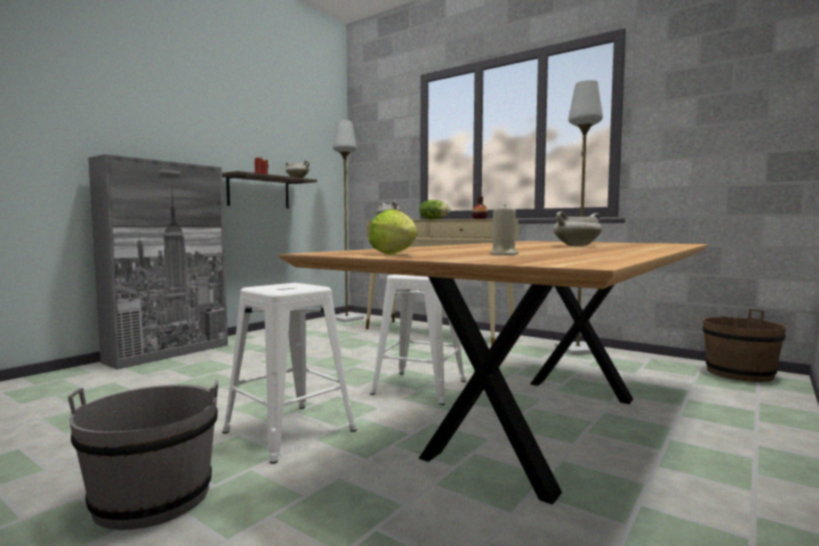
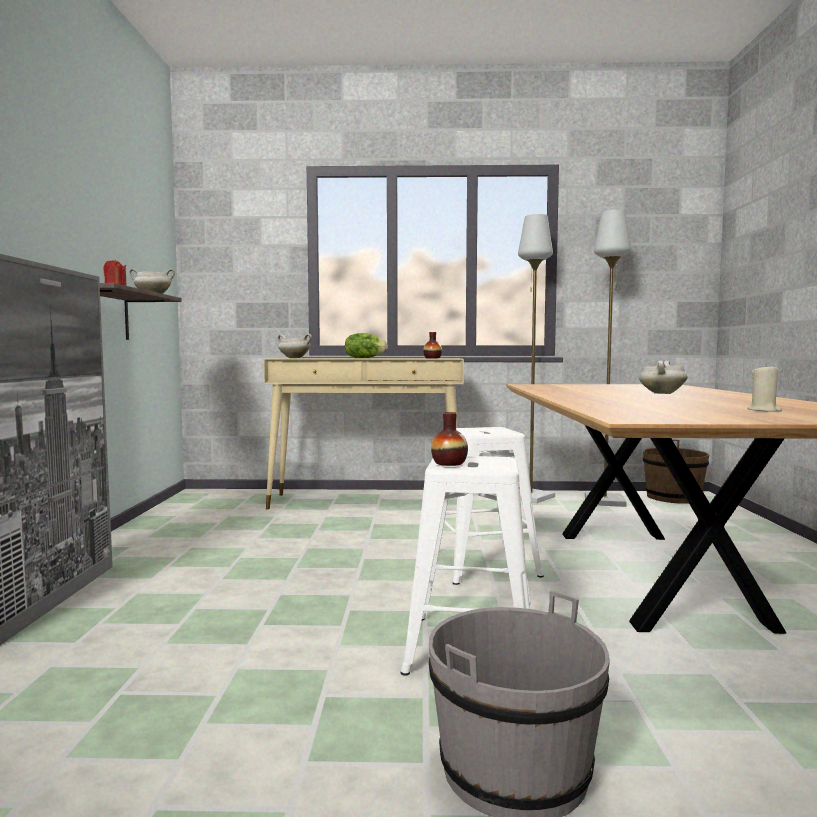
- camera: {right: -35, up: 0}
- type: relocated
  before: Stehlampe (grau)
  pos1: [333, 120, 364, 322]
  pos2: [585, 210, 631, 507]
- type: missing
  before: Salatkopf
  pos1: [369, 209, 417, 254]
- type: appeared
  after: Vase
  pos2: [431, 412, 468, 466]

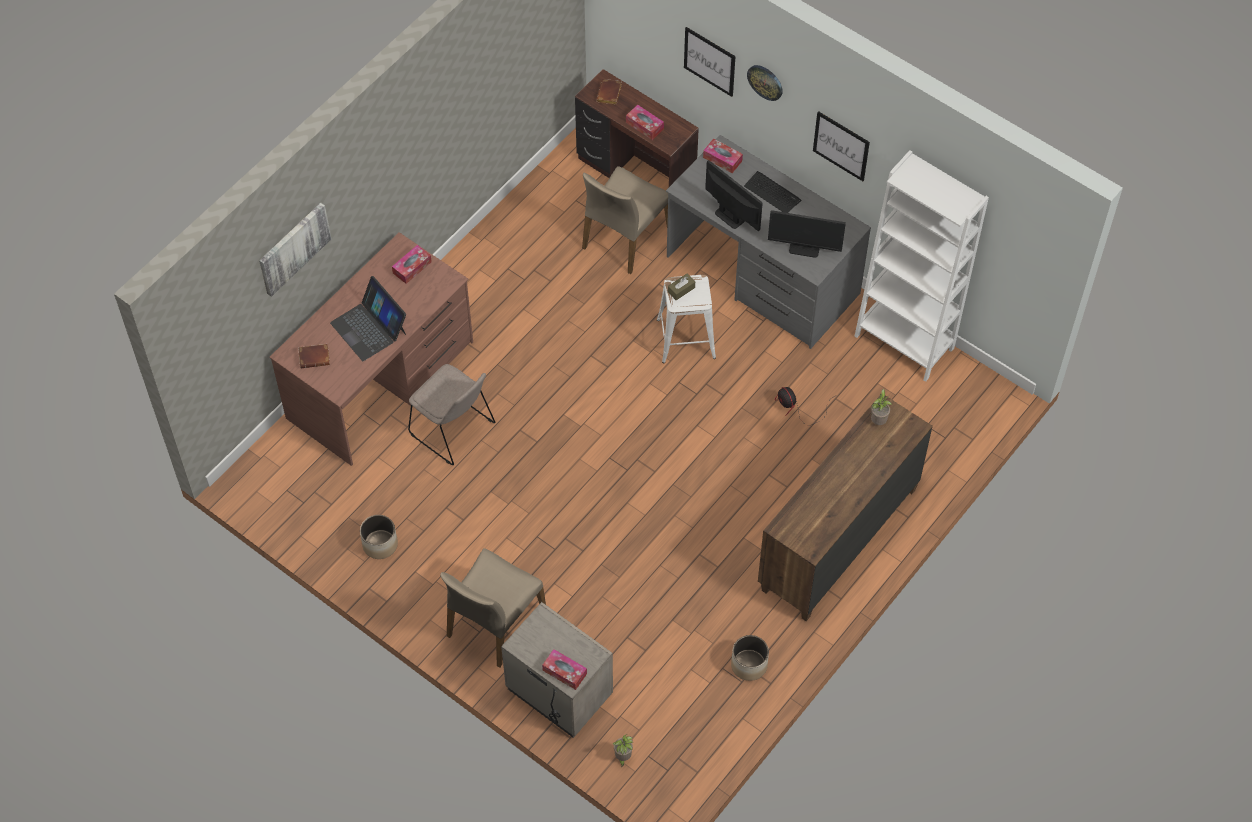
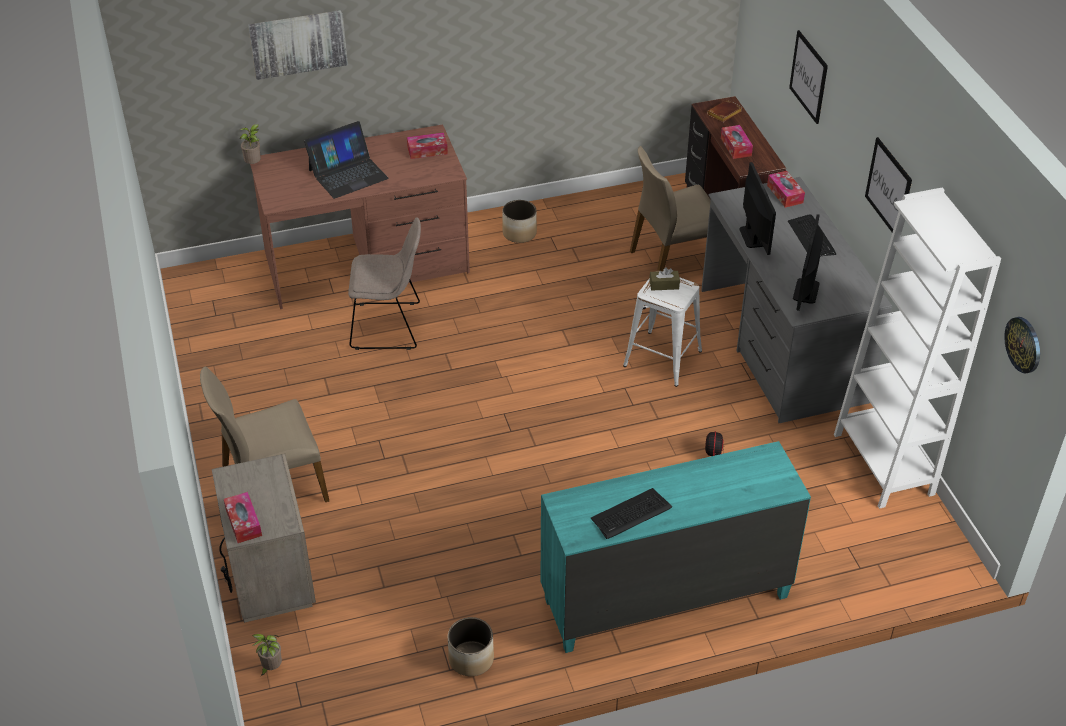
- camera: {right: 35, up: -15}
- type: relocated
  before: Wanduhr
  pos1: [747, 65, 783, 101]
  pos2: [1004, 317, 1040, 374]
- type: spun
  before: Monitor
  pos1: [768, 210, 846, 258]
  pos2: [793, 214, 823, 311]
  turn: 60
- type: spun
  before: Laptop
  pos1: [330, 276, 406, 361]
  pos2: [304, 121, 389, 199]
  turn: -120
- type: missing
  before: Buch (braun)
  pos1: [298, 344, 330, 368]
- type: spun
  before: Stuhl (beige)
  pos1: [408, 364, 496, 465]
  pos2: [348, 217, 421, 350]
  turn: -75
- type: relocated
  before: Topfpflanze
  pos1: [871, 389, 892, 425]
  pos2: [240, 124, 261, 164]
- type: colour
  before: Kommode (braun)
  after: Kommode (türkis)
  pos1: [758, 396, 933, 621]
  pos2: [541, 441, 811, 653]
- type: relocated
  before: Pflanzkübel
  pos1: [360, 515, 398, 559]
  pos2: [503, 200, 537, 243]
- type: appeared
  after: Tastatur
  pos2: [591, 488, 672, 539]

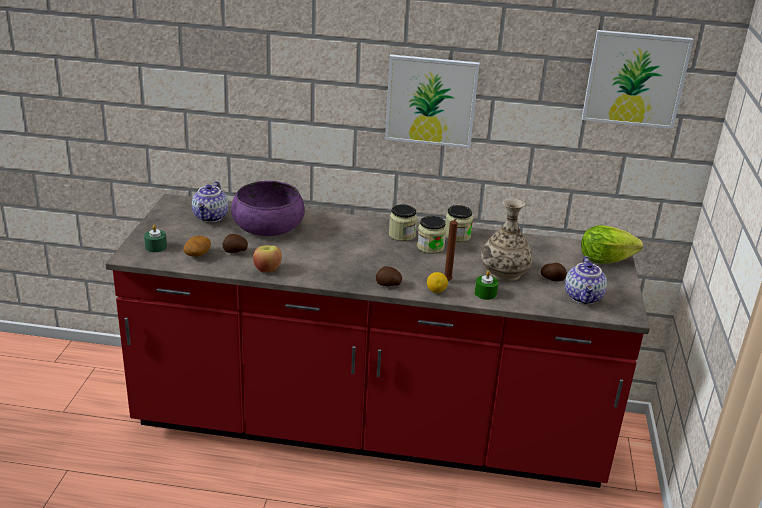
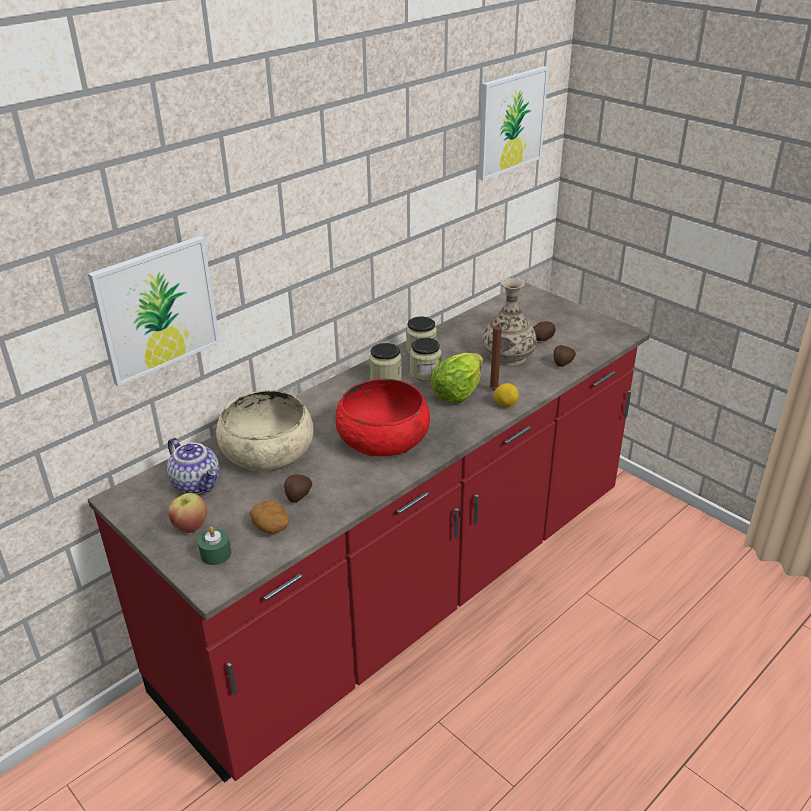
- camera: {right: -50, up: 5}
- type: relocated
  before: Bild
  pos1: [385, 55, 480, 148]
  pos2: [88, 236, 220, 386]
- type: colour
  before: Schüssel (lila)
  after: Schüssel (beige)
  pos1: [231, 181, 305, 236]
  pos2: [216, 390, 314, 471]
- type: relocated
  before: Salatkopf
  pos1: [581, 225, 643, 264]
  pos2: [431, 353, 483, 403]
- type: relocated
  before: Apfel
  pos1: [253, 245, 282, 273]
  pos2: [168, 493, 207, 533]
- type: missing
  before: Teekanne
  pos1: [565, 256, 607, 304]
- type: relocated
  before: Kartoffel
  pos1: [376, 266, 402, 286]
  pos2: [554, 345, 576, 367]
- type: missing
  before: Kerze (grün)
  pos1: [474, 270, 498, 300]
- type: appeared
  after: Schüssel (rot)
  pos2: [335, 379, 430, 456]

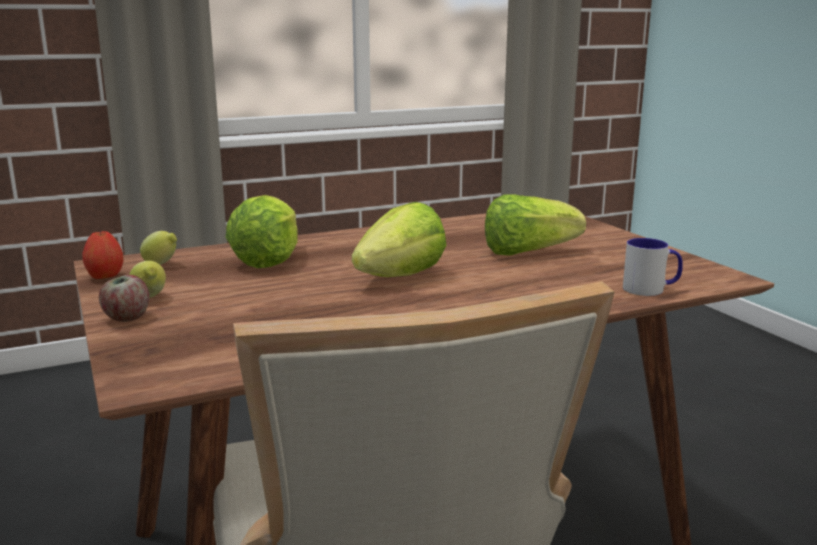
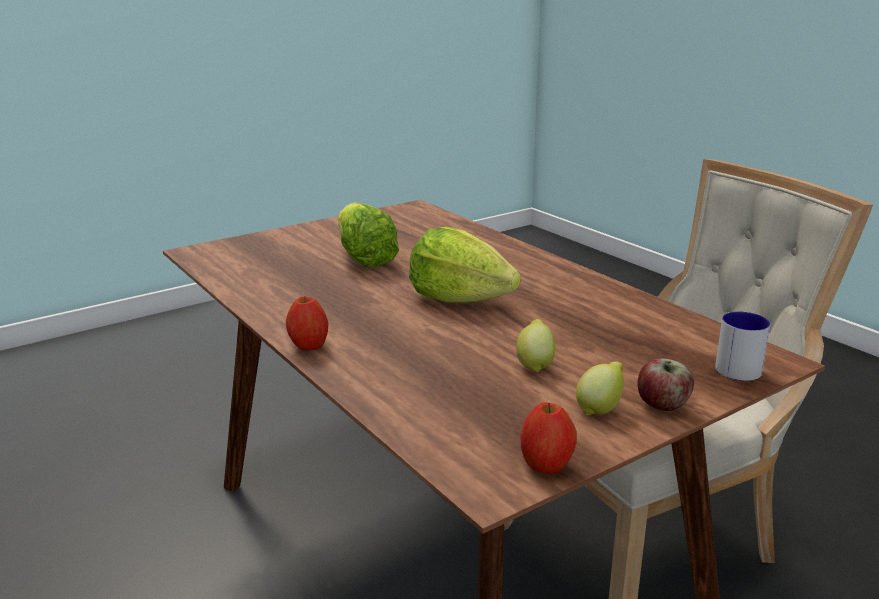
- camera: {right: -100, up: 5}
- type: missing
  before: Salatkopf
  pos1: [226, 195, 298, 268]
- type: relocated
  before: Zitrone
  pos1: [140, 231, 177, 265]
  pos2: [516, 319, 556, 373]
- type: relocated
  before: Henkelbecher
  pos1: [623, 238, 683, 296]
  pos2: [715, 312, 770, 381]
- type: appeared
  after: Apfel
  pos2: [286, 297, 328, 350]

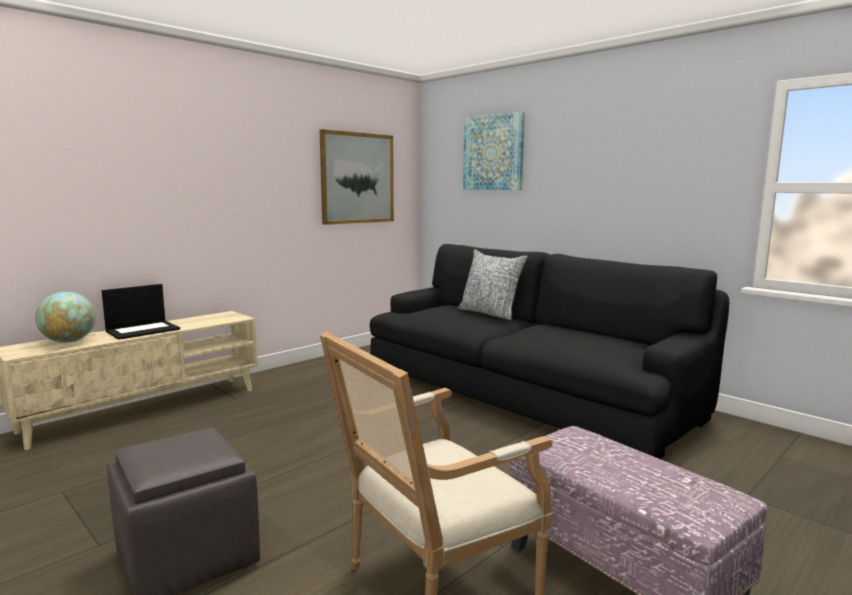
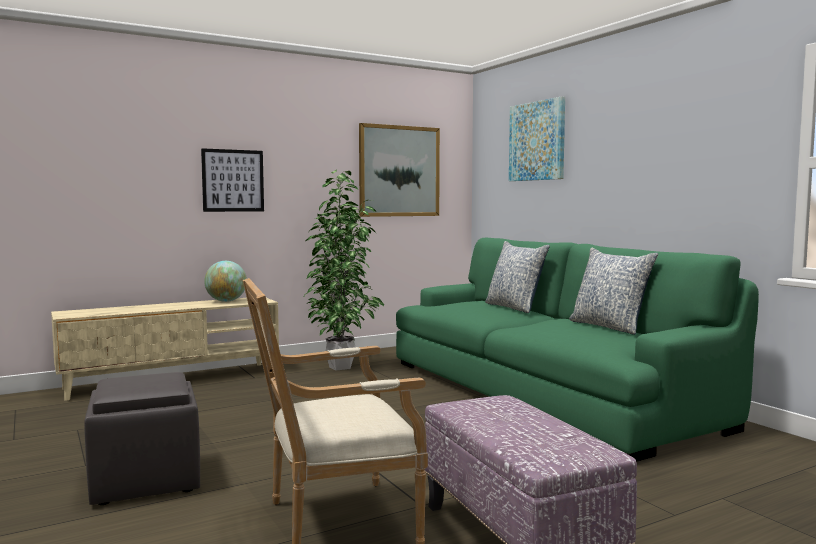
- camera: {right: 15, up: -5}
- type: colour
  before: Sofa (schwarz)
  after: Sofa (grün)
  pos1: [370, 244, 729, 459]
  pos2: [396, 238, 759, 462]
- type: missing
  before: Laptop
  pos1: [102, 284, 180, 340]
- type: relocated
  before: Globus
  pos1: [35, 292, 96, 343]
  pos2: [204, 261, 247, 302]
- type: appeared
  after: Bild
  pos2: [201, 148, 264, 212]
- type: appeared
  after: Topfpflanze
  pos2: [303, 170, 384, 370]
- type: appeared
  after: Kissen
  pos2: [569, 247, 658, 335]

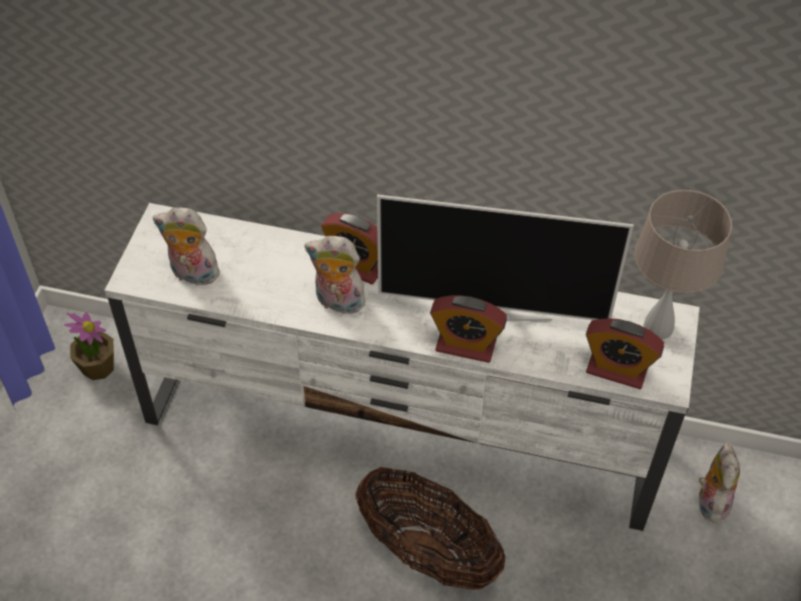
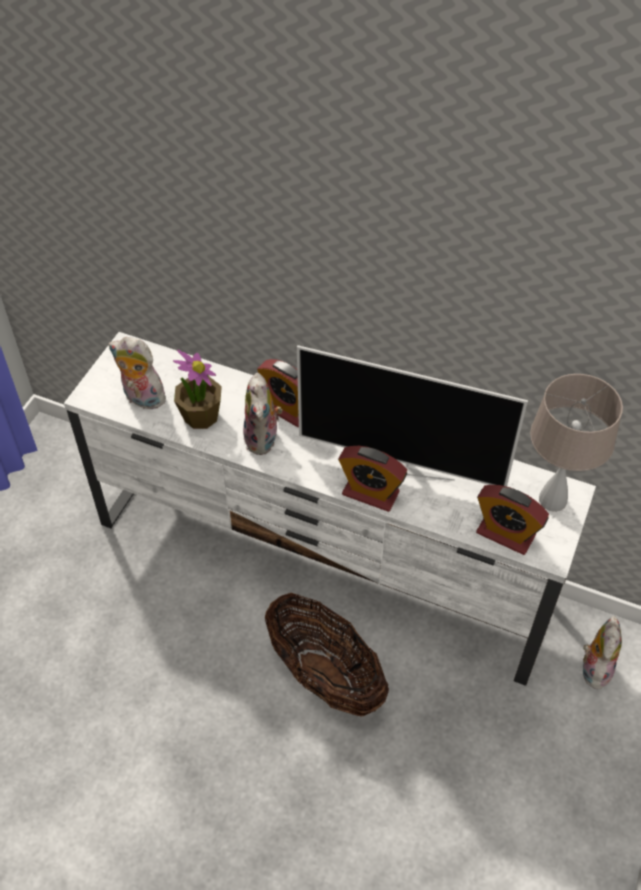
- camera: {right: 10, up: 0}
- type: spun
  before: Plüschtier
  pos1: [304, 236, 366, 314]
  pos2: [243, 373, 282, 455]
  turn: -120
- type: relocated
  before: Topfpflanze
  pos1: [64, 312, 114, 380]
  pos2: [173, 350, 222, 429]

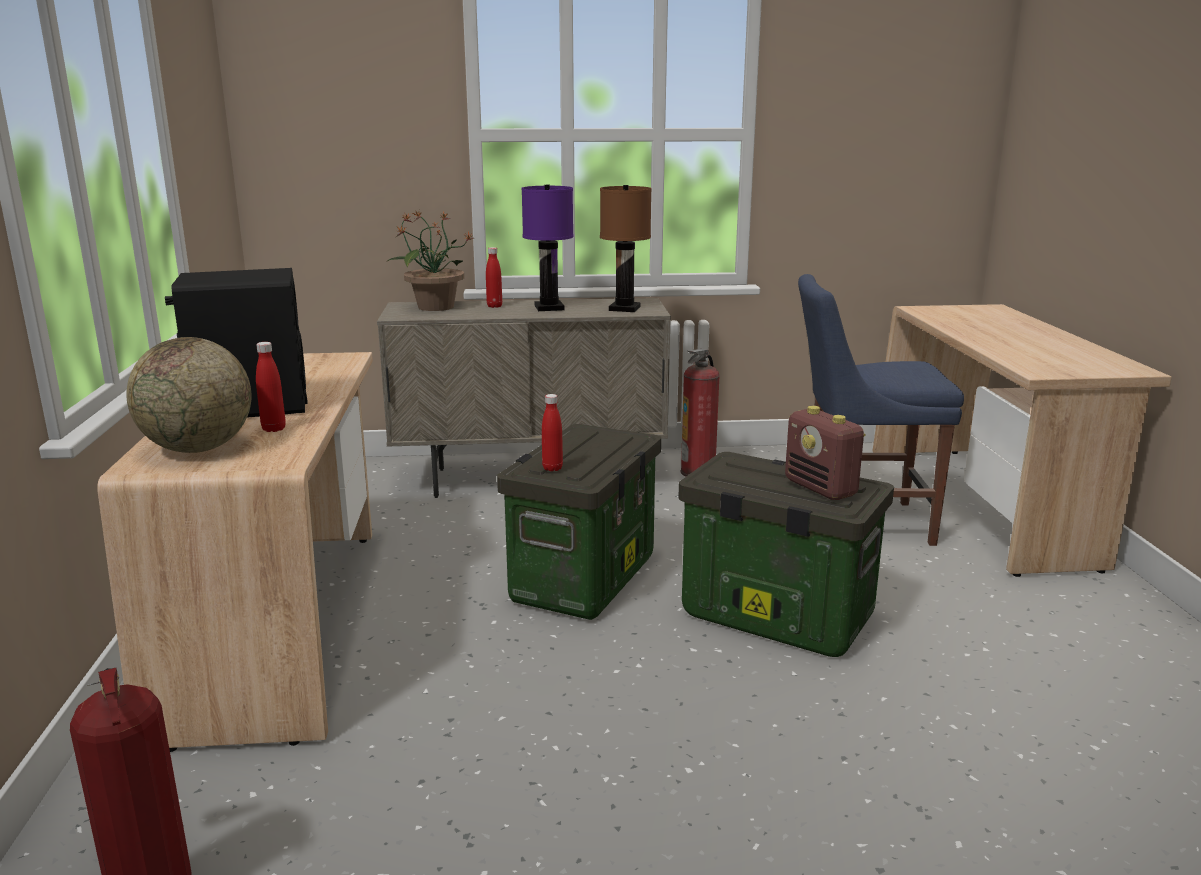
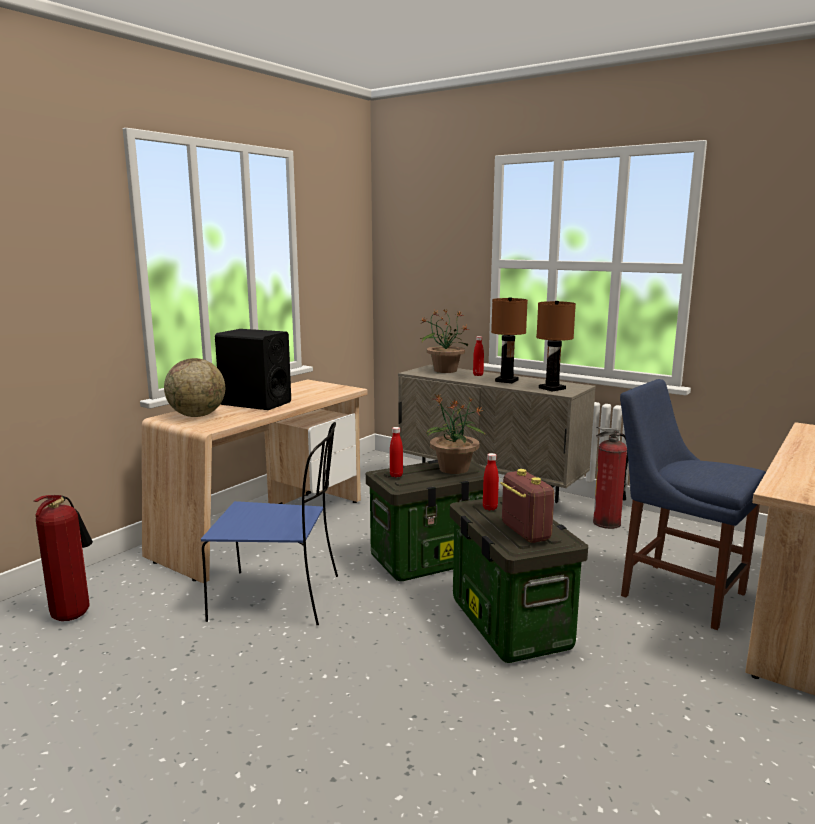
- camera: {right: 40, up: -5}
- type: colour
  before: Tischlampe (lila)
  after: Tischlampe (braun)
  pos1: [521, 185, 574, 311]
  pos2: [491, 297, 528, 383]
- type: relocated
  before: Flasche (rot)
  pos1: [256, 342, 286, 432]
  pos2: [483, 453, 499, 510]
- type: spun
  before: Radio
  pos1: [785, 406, 866, 500]
  pos2: [500, 469, 554, 543]
  turn: 150
- type: appeared
  after: Topfpflanze
  pos2: [427, 394, 487, 474]
- type: appeared
  after: Stuhl (blau)
  pos2: [201, 422, 338, 625]

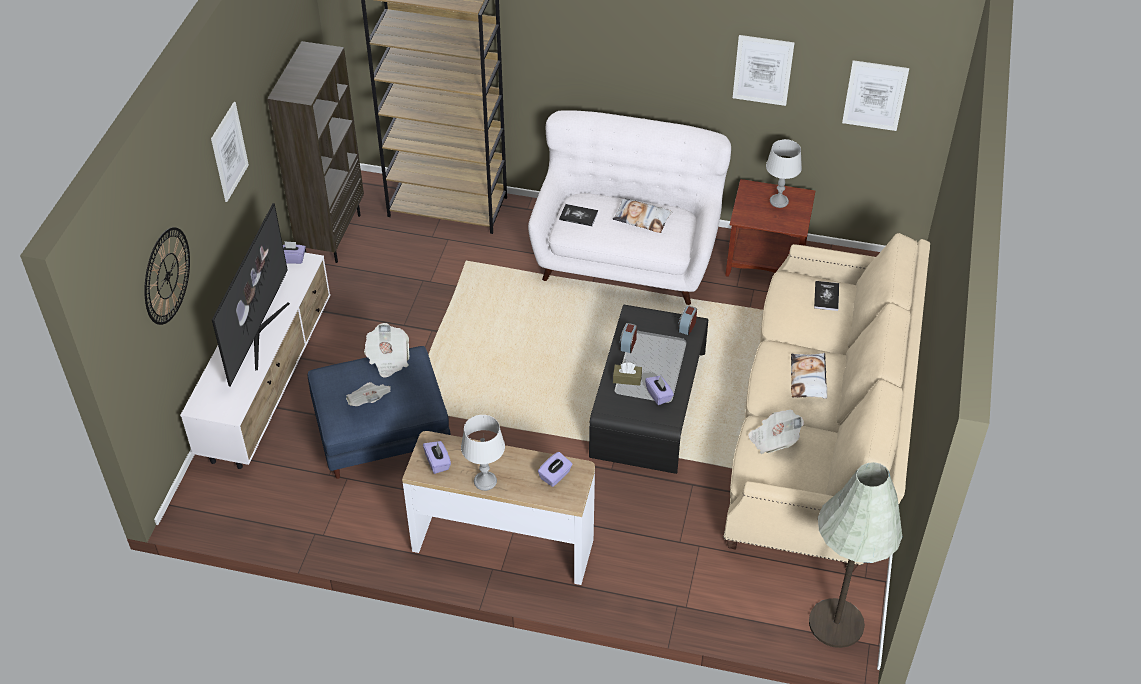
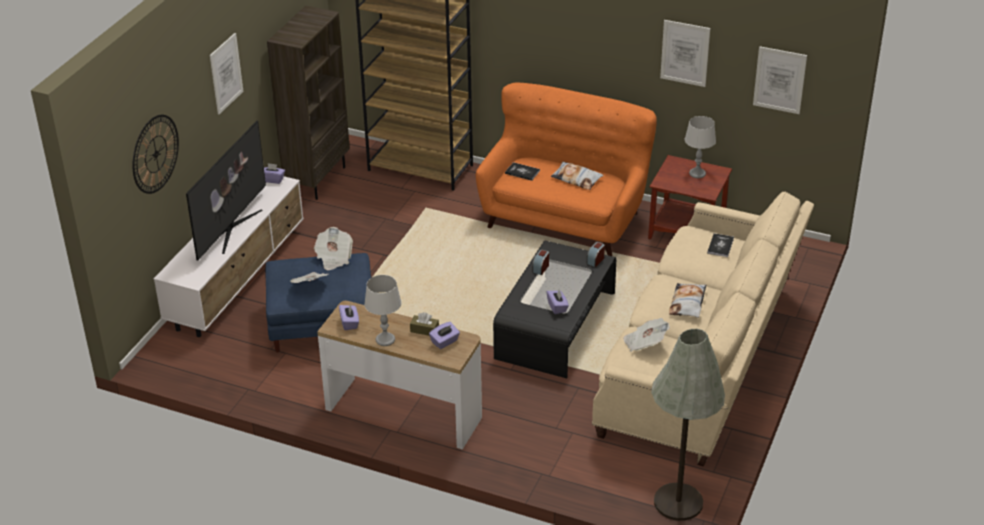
- camera: {right: 10, up: -10}
- type: colour
  before: Sofa (weiß)
  after: Sofa (orange)
  pos1: [528, 110, 731, 305]
  pos2: [476, 82, 657, 256]
- type: relocated
  before: Taschentuchbox (braun)
  pos1: [613, 362, 642, 386]
  pos2: [410, 312, 439, 336]

